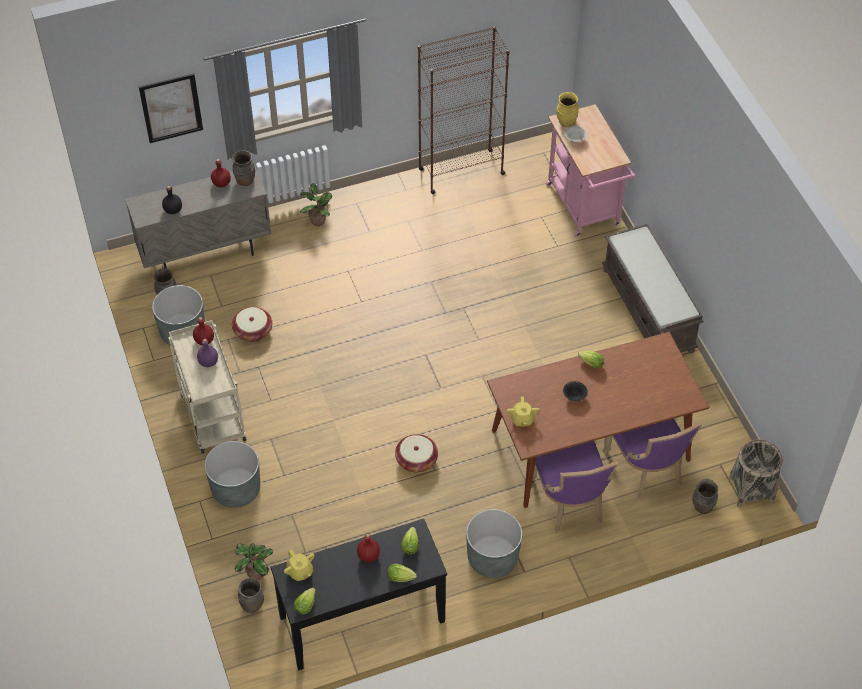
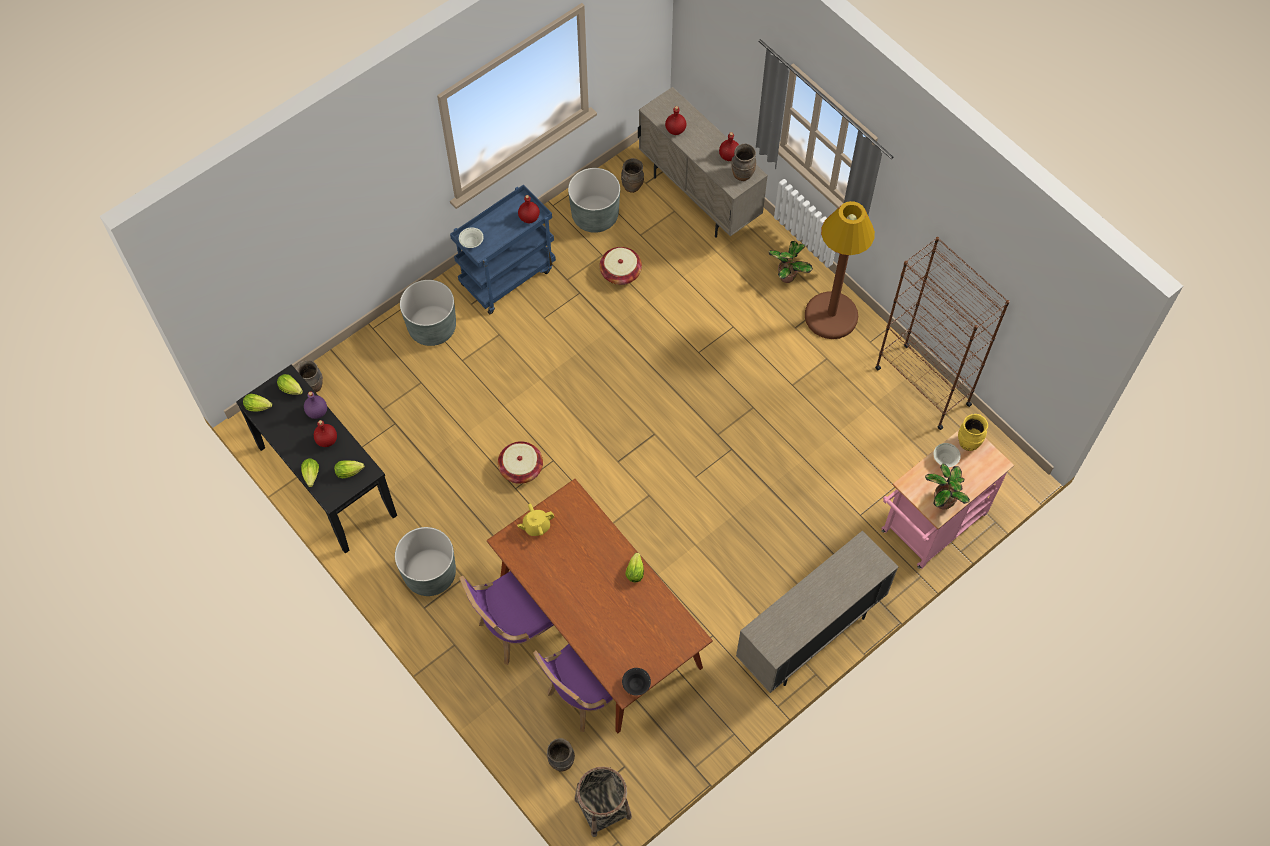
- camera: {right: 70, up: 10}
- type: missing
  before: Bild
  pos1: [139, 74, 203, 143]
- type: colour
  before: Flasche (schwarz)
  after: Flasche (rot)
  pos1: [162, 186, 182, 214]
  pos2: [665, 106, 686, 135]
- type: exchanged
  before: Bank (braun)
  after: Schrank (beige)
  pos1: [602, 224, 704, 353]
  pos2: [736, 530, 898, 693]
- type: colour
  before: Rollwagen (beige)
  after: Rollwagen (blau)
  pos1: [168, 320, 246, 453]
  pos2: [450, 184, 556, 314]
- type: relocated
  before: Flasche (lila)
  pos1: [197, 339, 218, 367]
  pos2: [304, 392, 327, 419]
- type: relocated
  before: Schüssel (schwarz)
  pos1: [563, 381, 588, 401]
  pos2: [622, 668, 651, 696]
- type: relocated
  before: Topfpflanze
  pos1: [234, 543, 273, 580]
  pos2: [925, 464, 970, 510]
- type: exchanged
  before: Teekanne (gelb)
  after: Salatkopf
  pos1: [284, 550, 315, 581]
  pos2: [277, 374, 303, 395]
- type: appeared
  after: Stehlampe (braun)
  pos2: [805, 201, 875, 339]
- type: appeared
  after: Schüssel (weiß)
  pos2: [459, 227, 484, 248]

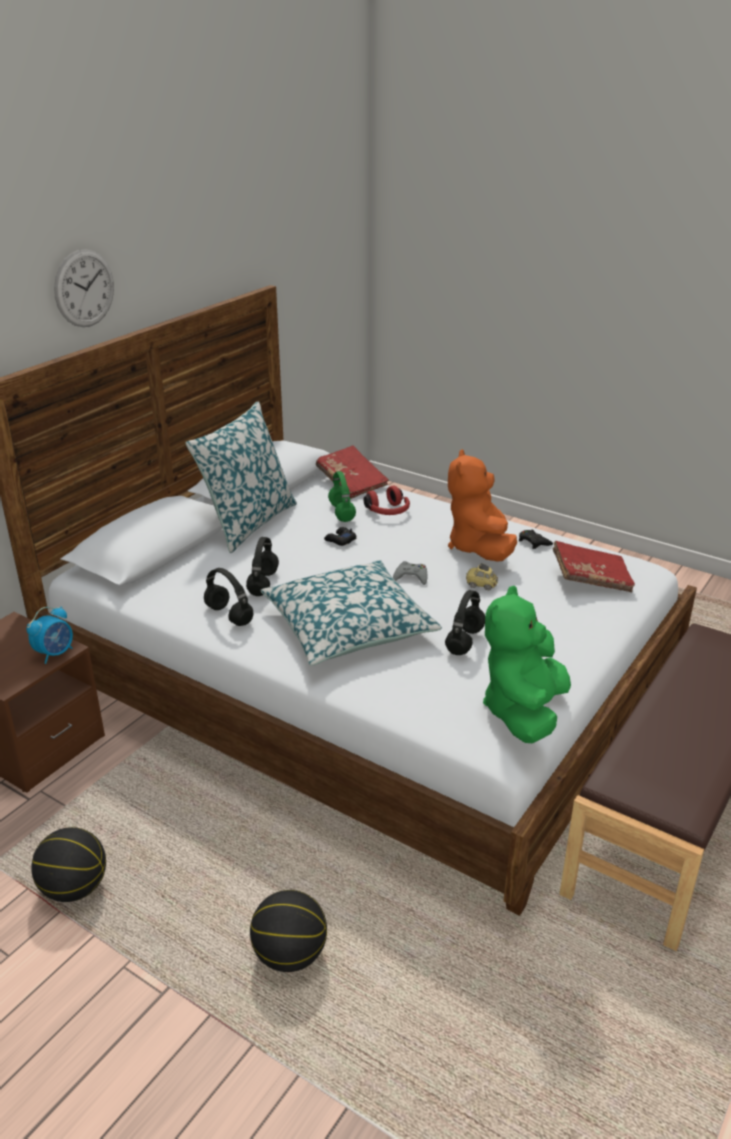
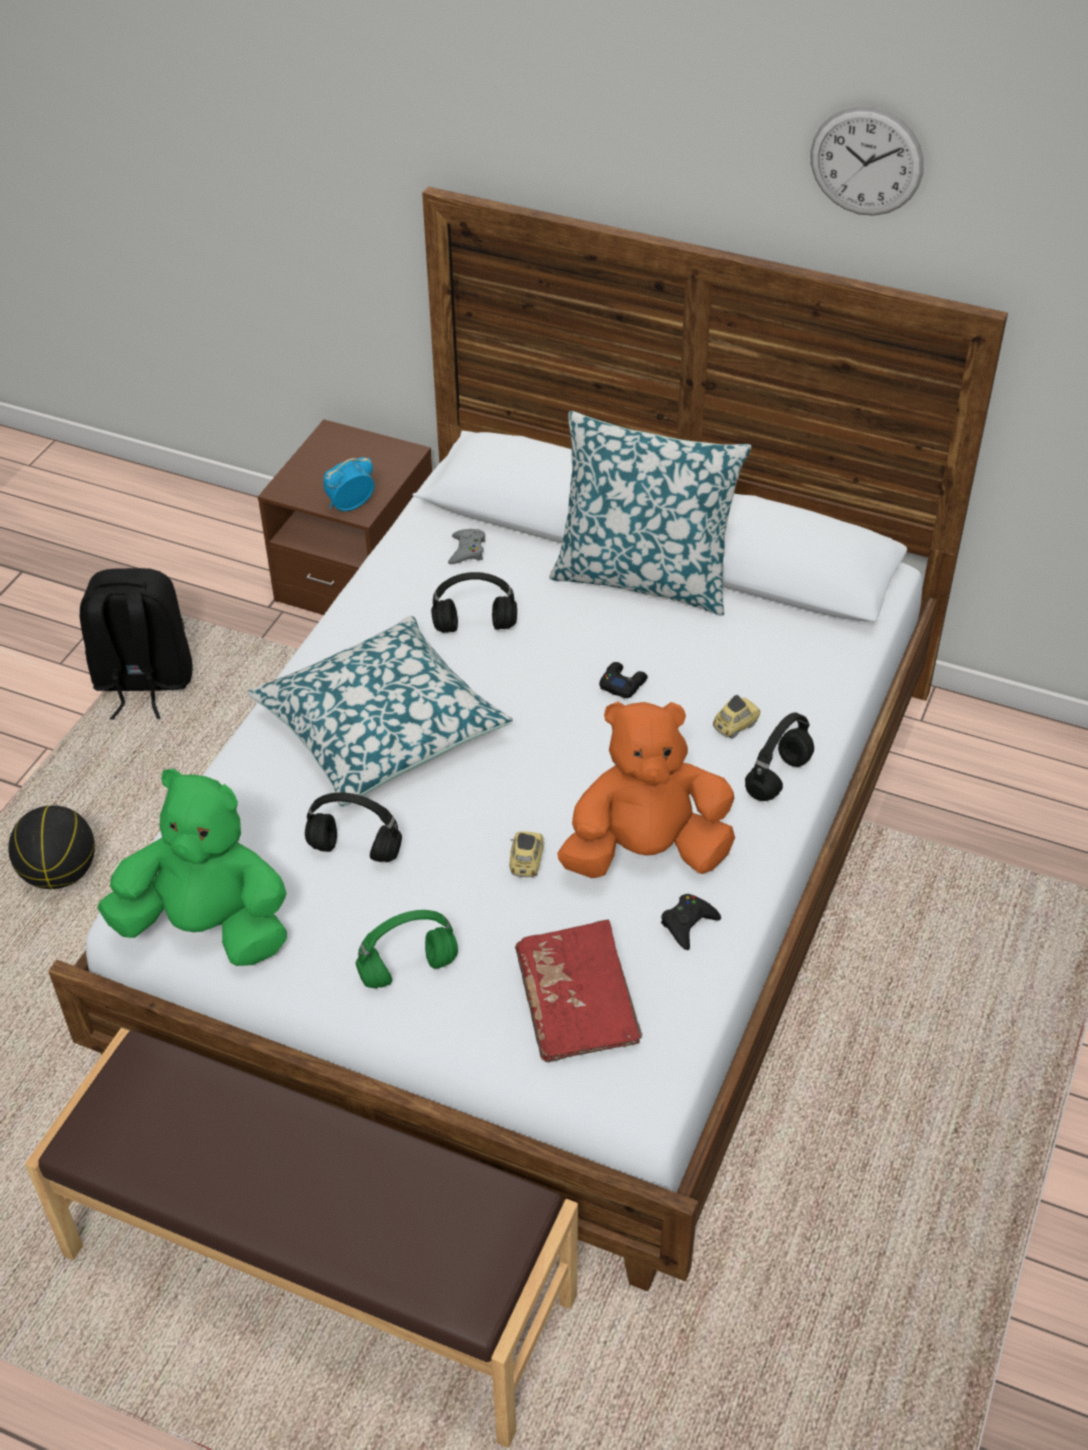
- camera: {right: 80, up: 15}
- type: relocated
  before: Wanduhr
  pos1: [54, 249, 114, 327]
  pos2: [810, 106, 924, 216]
- type: missing
  before: Buch (rot)
  pos1: [316, 445, 389, 499]
- type: relocated
  before: Kopfhörer (grün)
  pos1: [328, 471, 356, 522]
  pos2: [356, 910, 458, 989]
- type: exchanged
  before: Kopfhörer (rot)
  after: Spielzeugauto
  pos1: [364, 486, 410, 515]
  pos2: [713, 695, 761, 738]
- type: relocated
  before: Gamepad (grau)
  pos1: [393, 561, 427, 585]
  pos2: [448, 529, 485, 564]
- type: relocated
  before: Kopfhörer (schwarz)
  pos1: [204, 568, 253, 626]
  pos2: [745, 712, 814, 801]
- type: spun
  before: Wecker
  pos1: [26, 607, 73, 664]
  pos2: [323, 457, 375, 511]
  turn: 120
- type: exchanged
  before: Basketball
  after: Rucksack (schwarz)
  pos1: [31, 827, 106, 902]
  pos2: [80, 568, 193, 720]

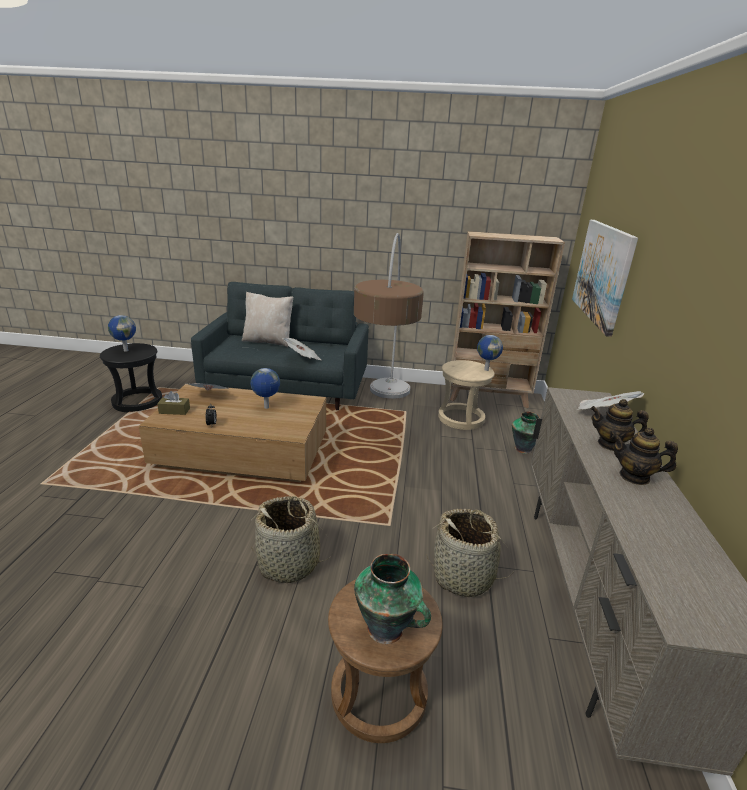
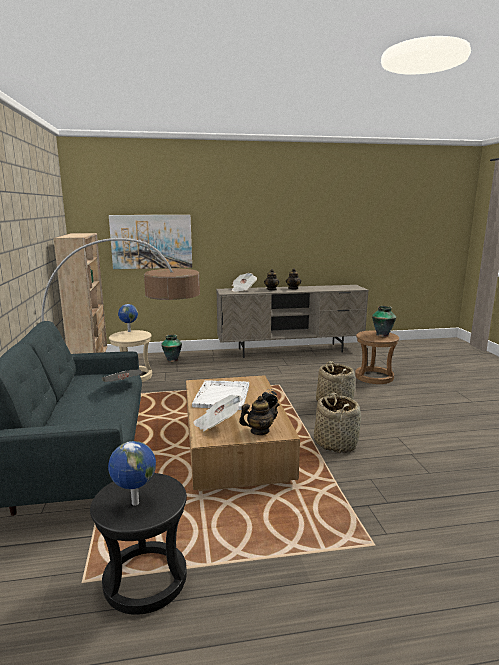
- camera: {right: -105, up: -10}
- type: missing
  before: Kissen (beige)
  pos1: [242, 292, 293, 347]
- type: exchanged
  before: Globus
  after: Tablett (weiß)
  pos1: [250, 368, 280, 409]
  pos2: [192, 380, 249, 410]
- type: exchanged
  before: Taschentuchbox (braun)
  after: Teekanne
  pos1: [157, 391, 190, 415]
  pos2: [239, 396, 280, 435]
- type: relocated
  before: Korb
  pos1: [426, 509, 515, 597]
  pos2: [314, 393, 361, 453]

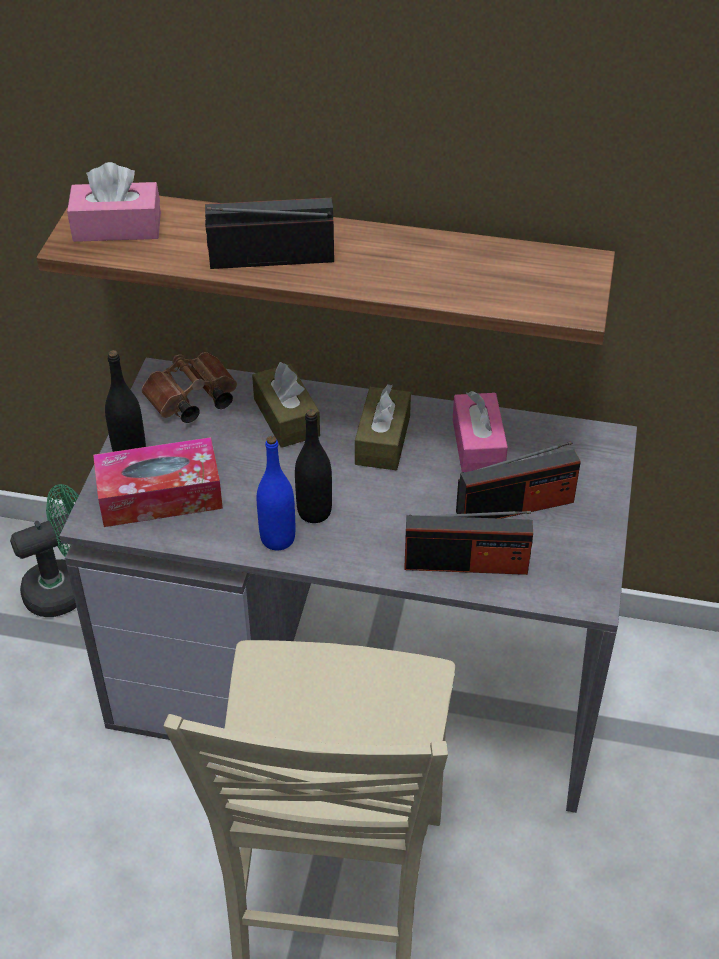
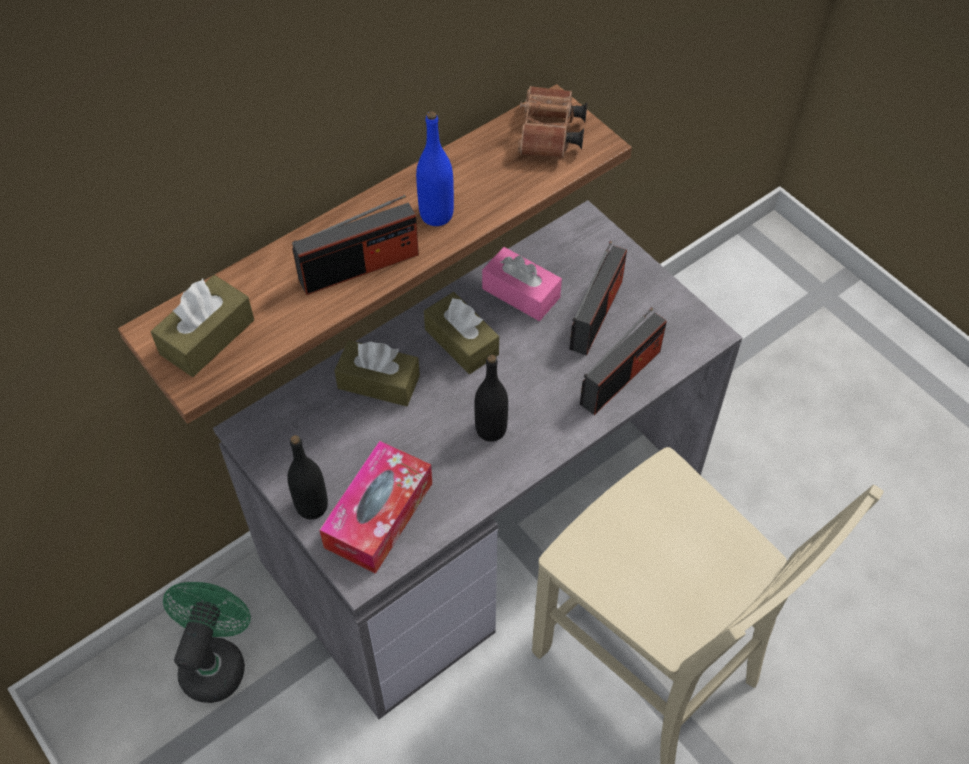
- camera: {right: -50, up: 10}
- type: colour
  before: Taschentuchbox (rosa)
  after: Taschentuchbox (braun)
  pos1: [67, 162, 161, 242]
  pos2: [151, 275, 254, 377]
- type: spun
  before: Radio
  pos1: [205, 198, 334, 269]
  pos2: [292, 195, 419, 295]
  turn: -150
- type: relocated
  before: Fernglas (braun)
  pos1: [141, 352, 237, 423]
  pos2: [518, 86, 588, 158]
- type: relocated
  before: Flasche (blau)
  pos1: [257, 436, 295, 550]
  pos2: [416, 111, 454, 226]

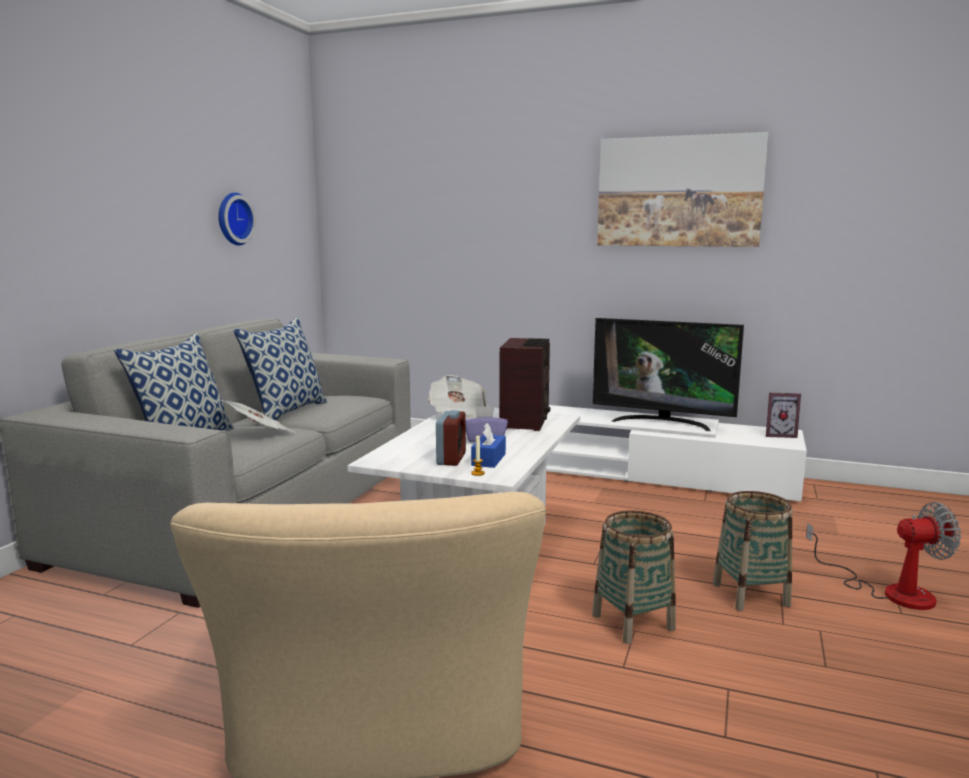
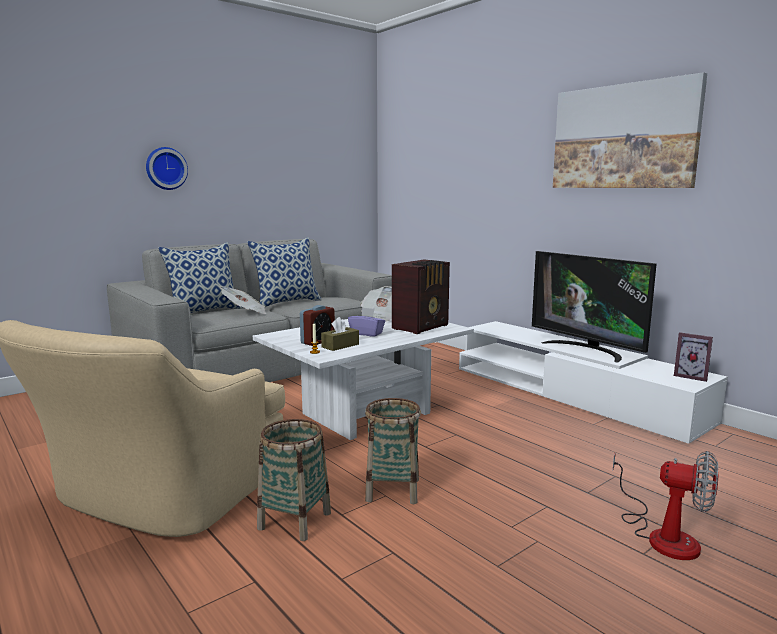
- camera: {right: 30, up: 0}
- type: relocated
  before: Wanduhr
  pos1: [218, 193, 256, 245]
  pos2: [146, 147, 188, 190]
- type: colour
  before: Taschentuchbox (blau)
  after: Taschentuchbox (braun)
  pos1: [471, 423, 506, 468]
  pos2: [321, 317, 359, 351]
- type: relocated
  before: Korb
  pos1: [713, 491, 792, 611]
  pos2: [257, 419, 331, 541]

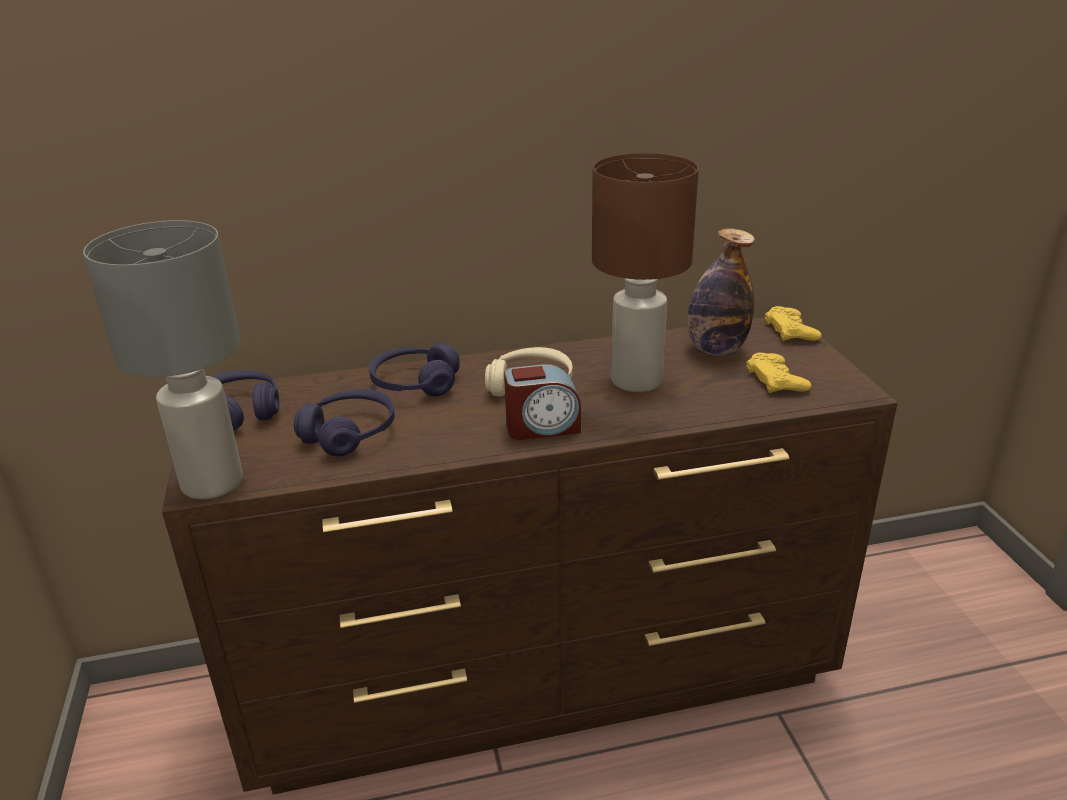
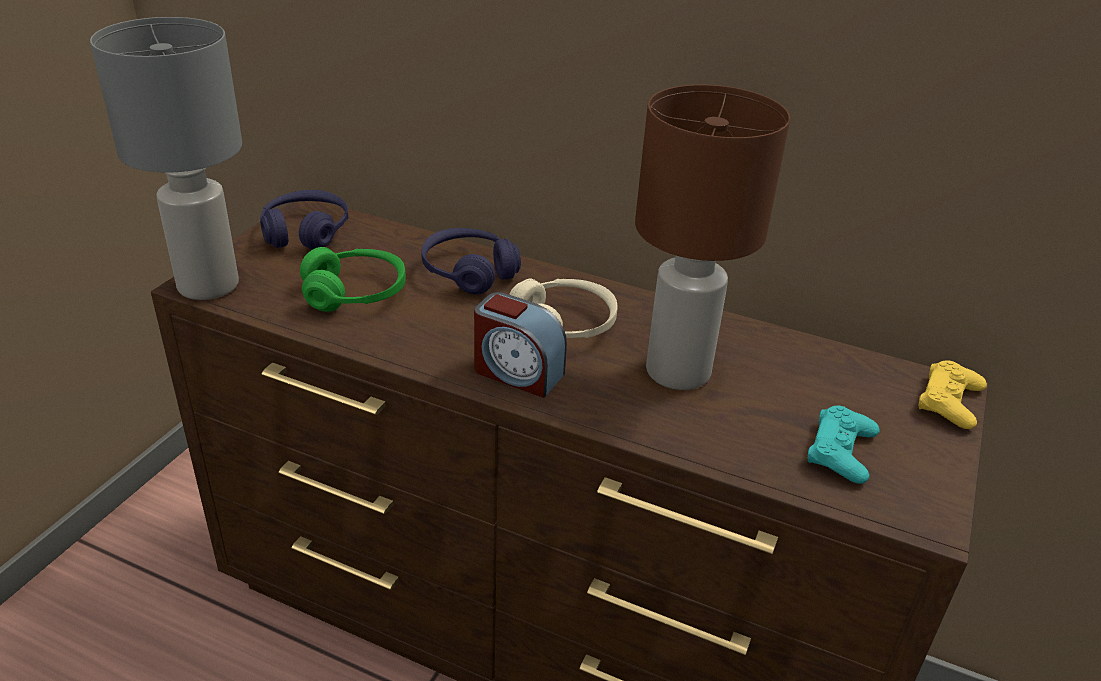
- camera: {right: 35, up: 5}
- type: missing
  before: Flasche
  pos1: [687, 228, 755, 356]
- type: colour
  before: Gamepad (gelb)
  after: Gamepad (türkis)
  pos1: [746, 353, 811, 394]
  pos2: [807, 406, 880, 484]
- type: colour
  before: Kopfhörer (lila)
  after: Kopfhörer (grün)
  pos1: [294, 389, 395, 456]
  pos2: [300, 247, 406, 312]

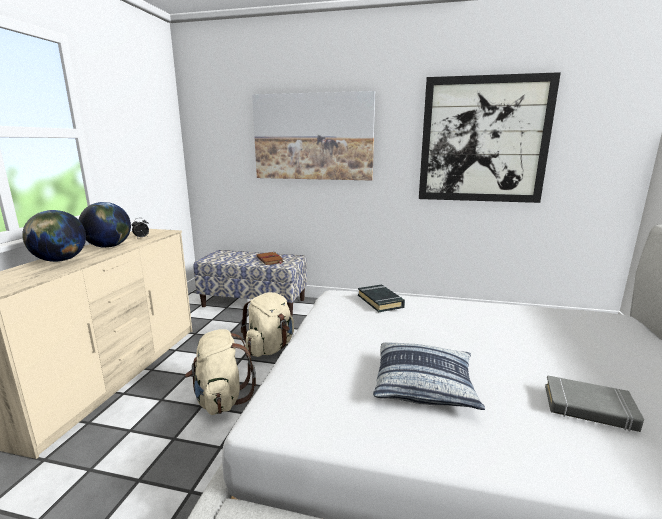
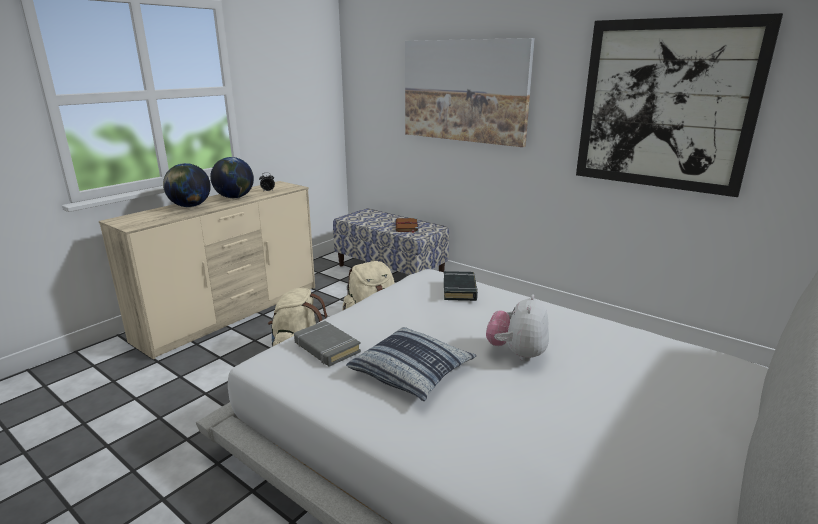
- camera: {right: 25, up: 5}
- type: relocated
  before: Buch (grau)
  pos1: [545, 375, 644, 432]
  pos2: [294, 321, 361, 366]
- type: appeared
  after: Plüschtier
  pos2: [486, 294, 549, 362]

